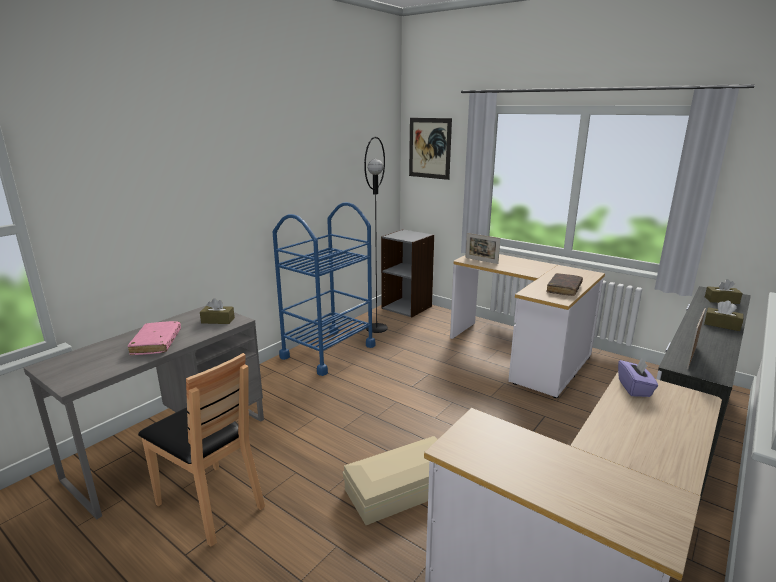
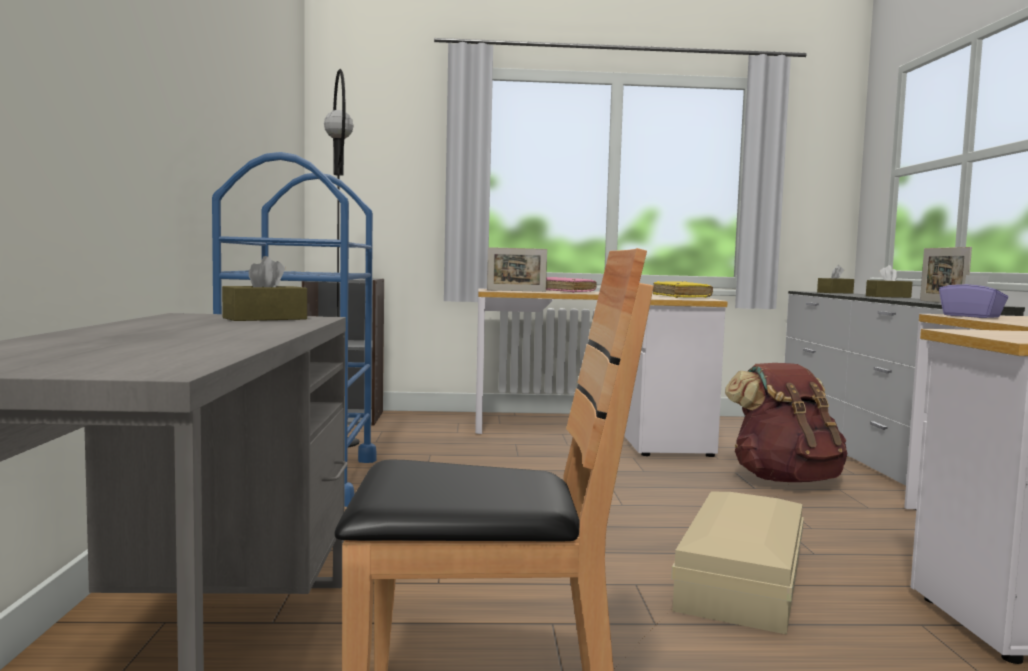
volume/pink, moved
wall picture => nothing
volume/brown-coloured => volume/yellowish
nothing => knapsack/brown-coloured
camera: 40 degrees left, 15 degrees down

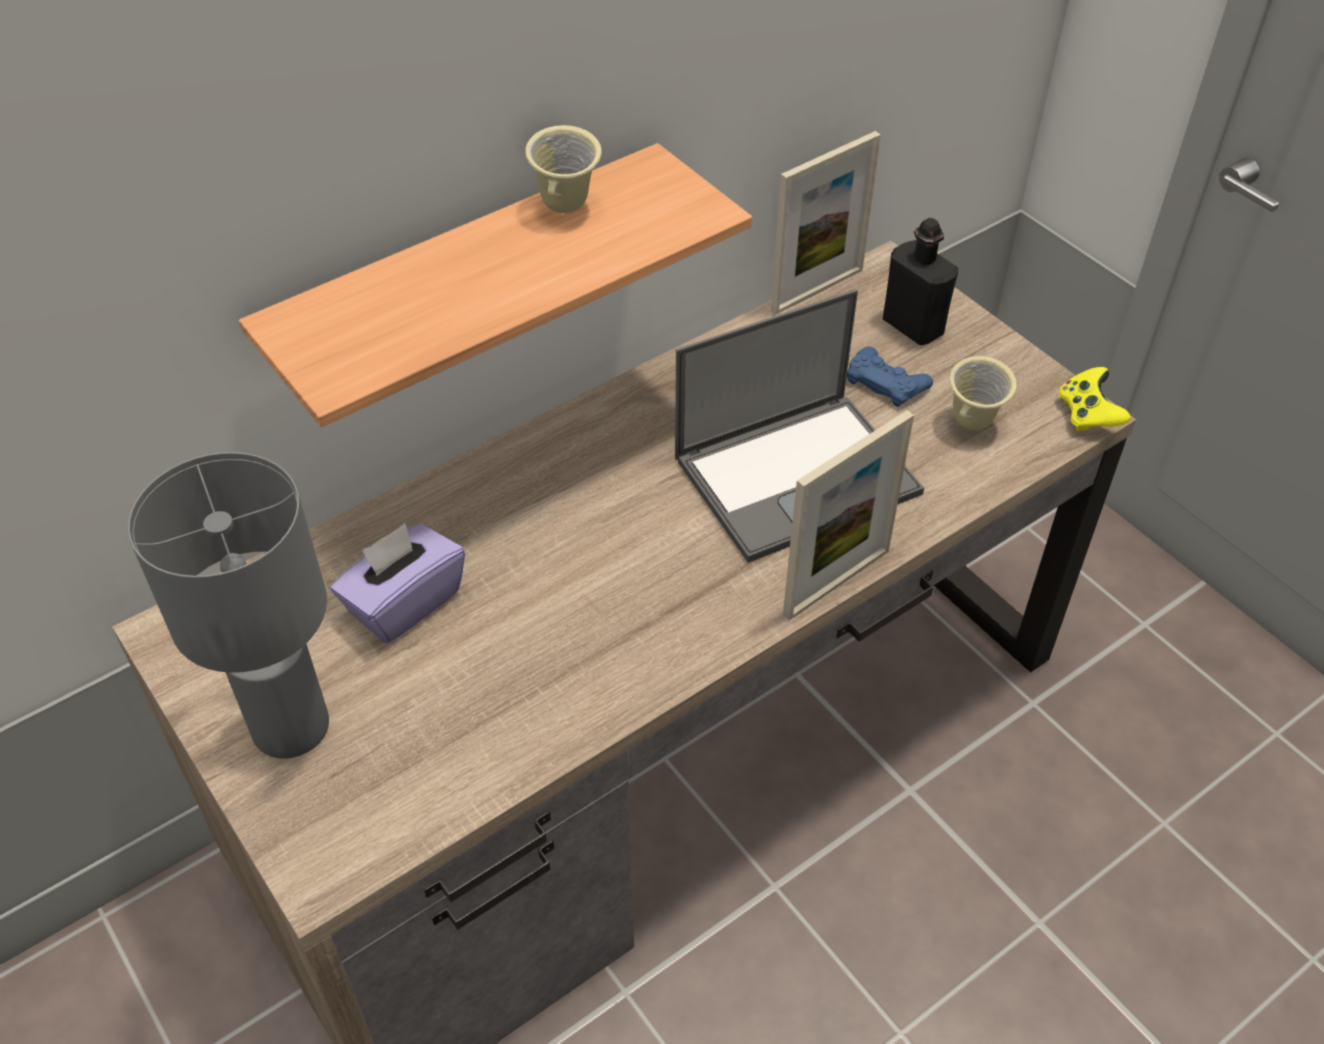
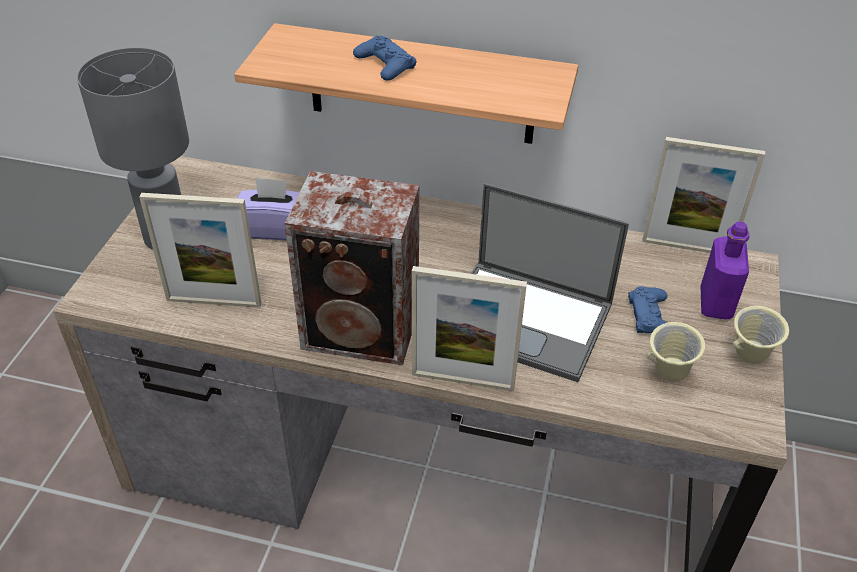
mug/beige-coloured (1st from left in the first image) => mug/beige-coloured (2nd from left), moved
beverage bottle/black => beverage bottle/purple-coloured
joypad/yellowish => nothing
nothing => photo frame (1st from left)
nothing => loudspeaker
nothing => joypad/blue-coloured (1st from left)
camera: 50 degrees right, 5 degrees down

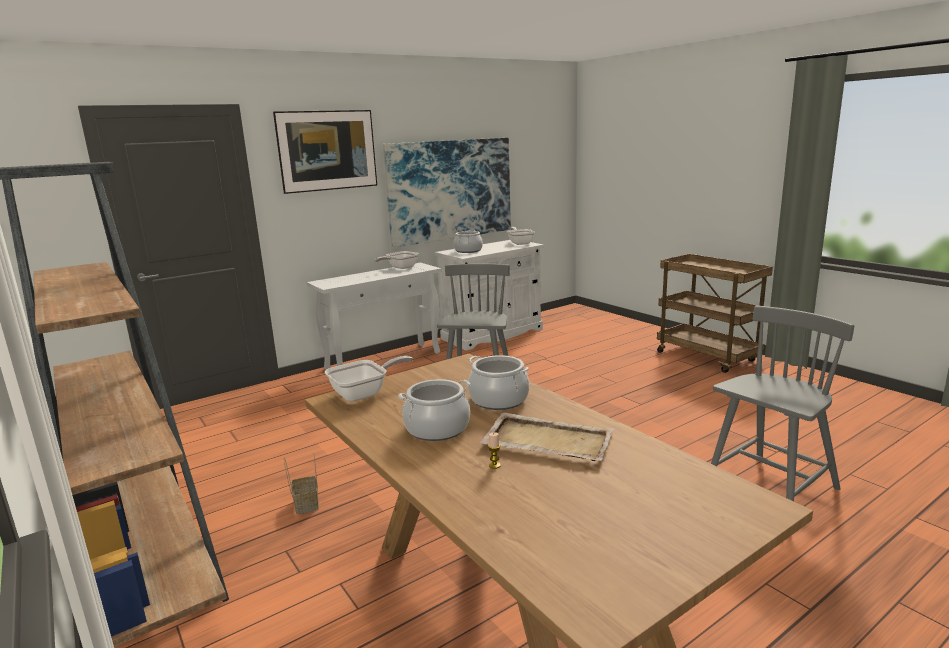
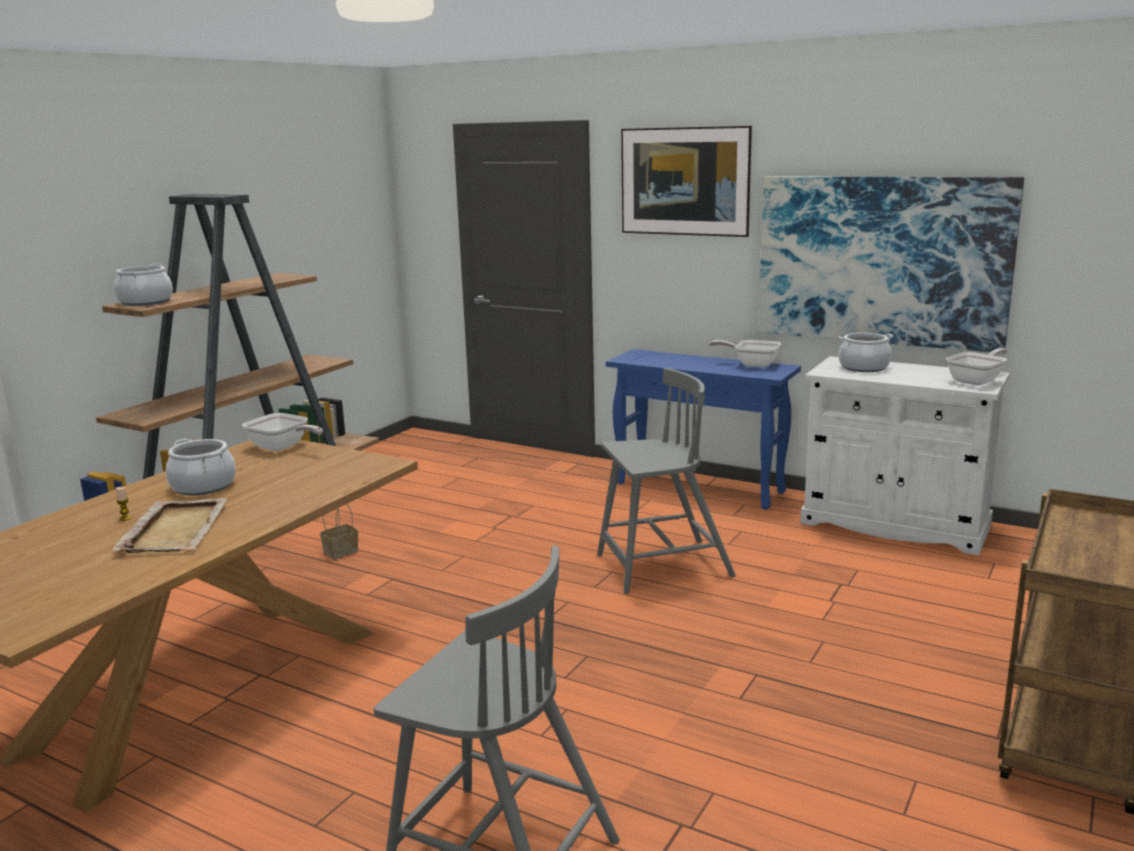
console table/white => console table/blue-coloured
cooking pot (3rd from left in the first image) => cooking pot (1st from left), moved
camera: 65 degrees right, 0 degrees up

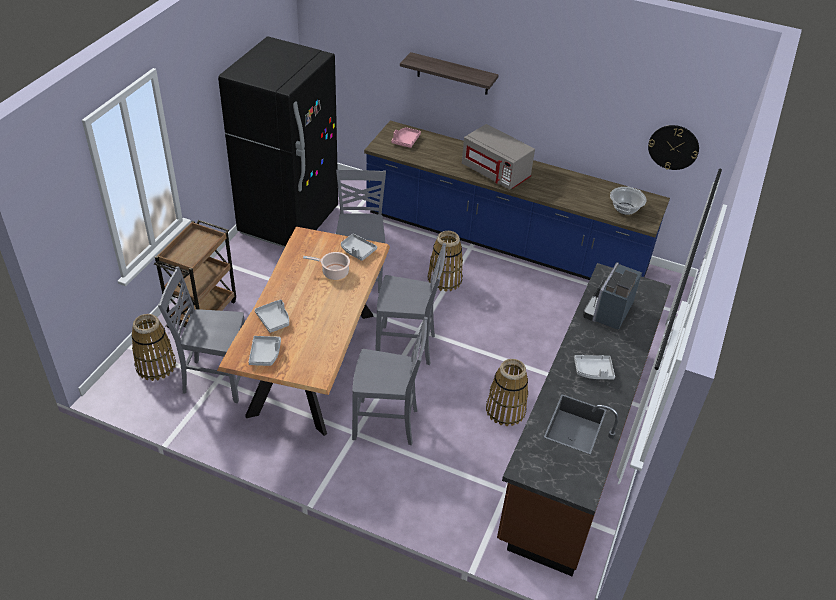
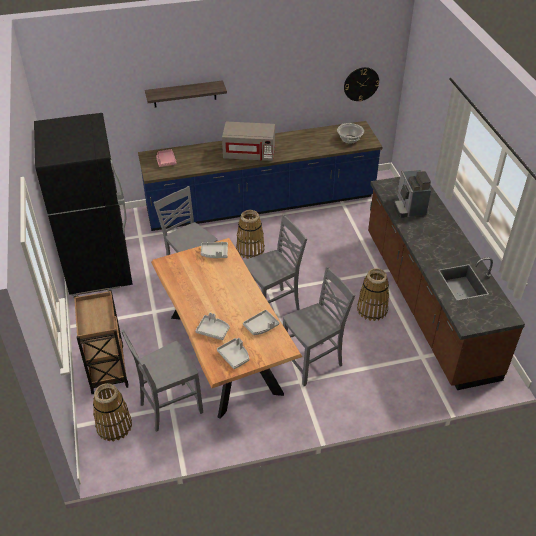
cooking pot (1st from left) => nothing
carrying tray/grey (4th from left), moved
camera: 35 degrees left, 0 degrees up

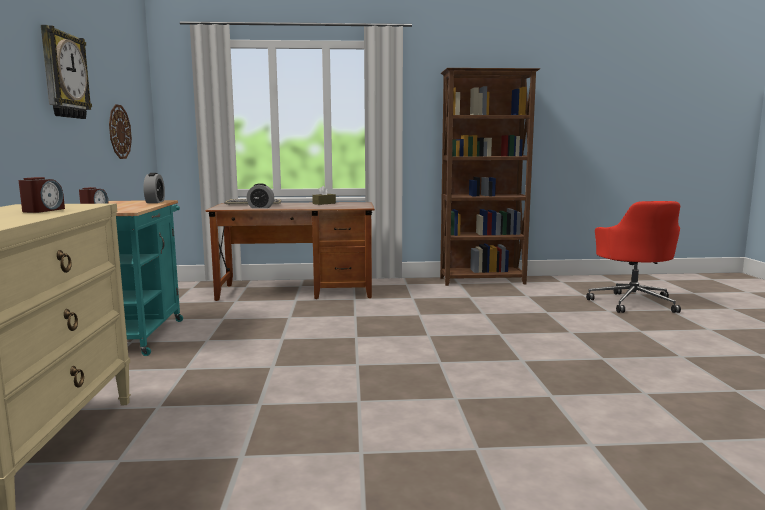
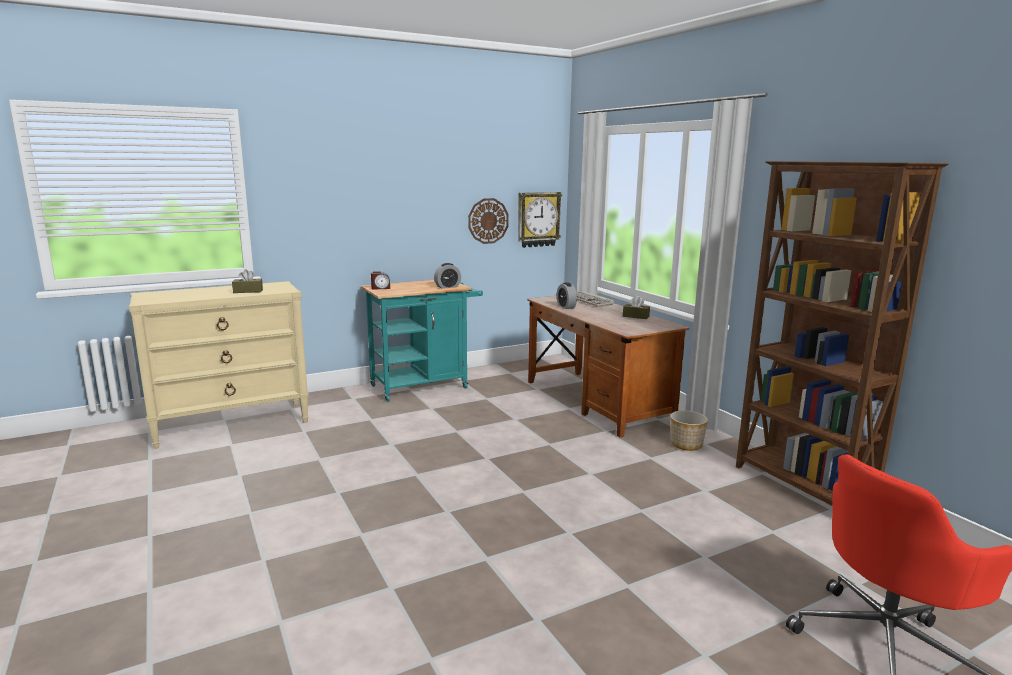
bedside clock (1st from left) => tissue box/brown-coloured (1st from left)
hanging clock (1st from left in the first image) => hanging clock (2nd from left), moved
nothing => planter
camera: 65 degrees right, 5 degrees up

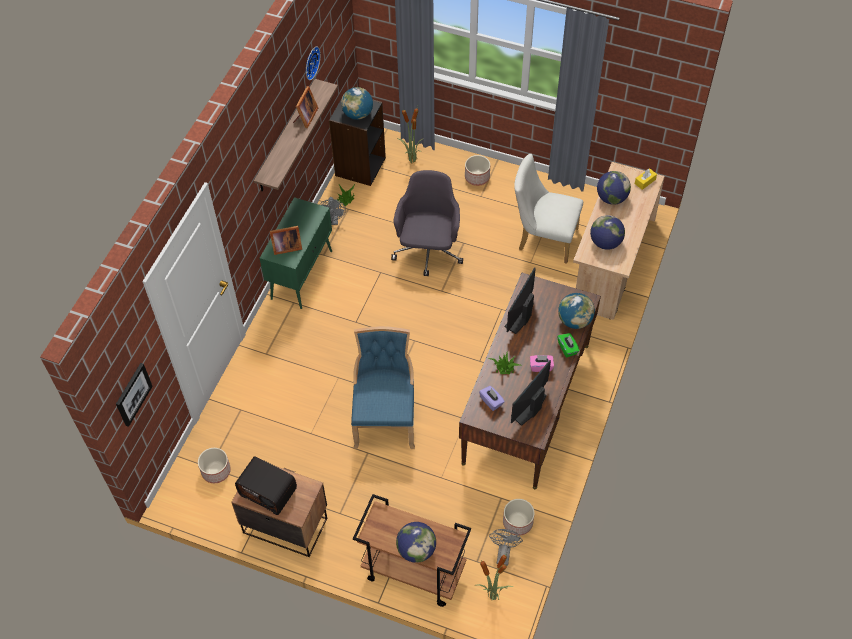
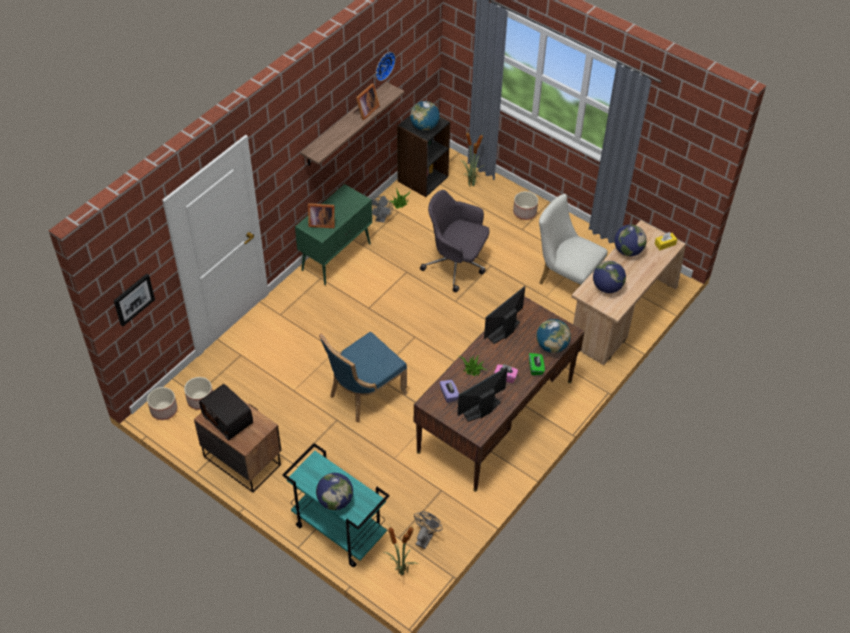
chair/blue-coloured, 150 degrees counterclockwise
trolley/brown-coloured => trolley/turquoise
computer chair/grey, 90 degrees counterclockwise
planter (3rd from left in the first image) => planter (1st from left), moved
camera: 15 degrees right, 5 degrees down

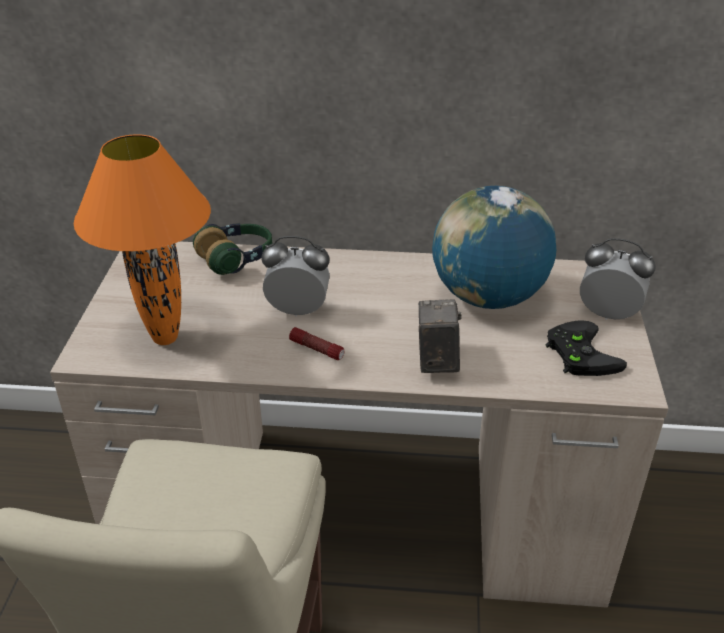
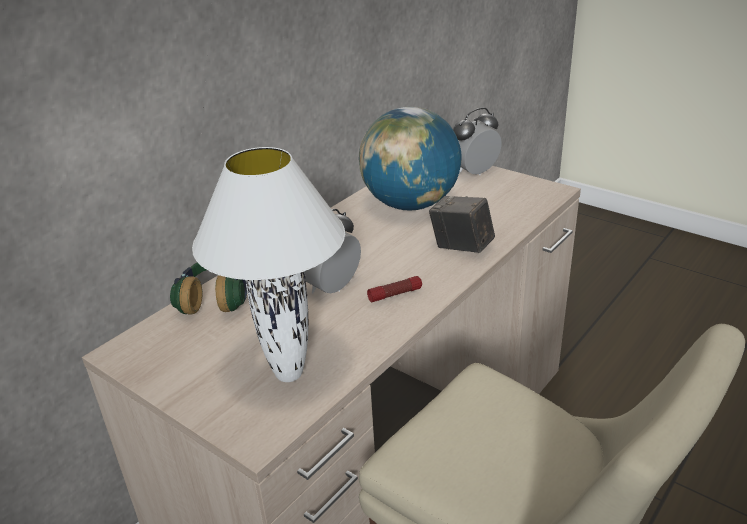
tabletop lamp/orangey => tabletop lamp/white
joypad/black => nothing
camera: 55 degrees left, 5 degrees down

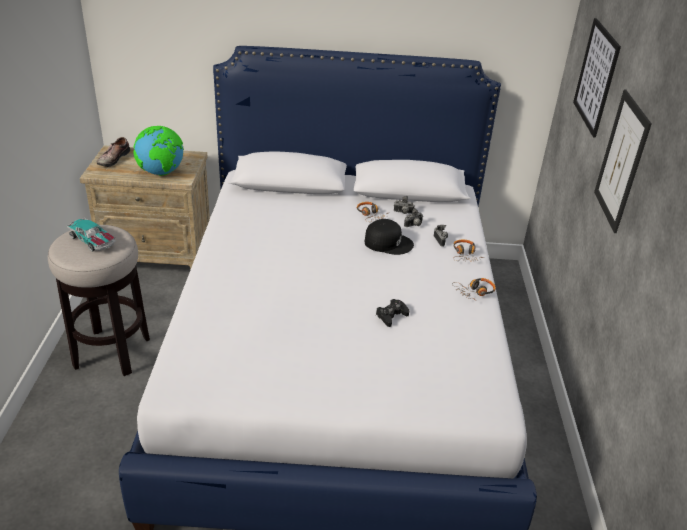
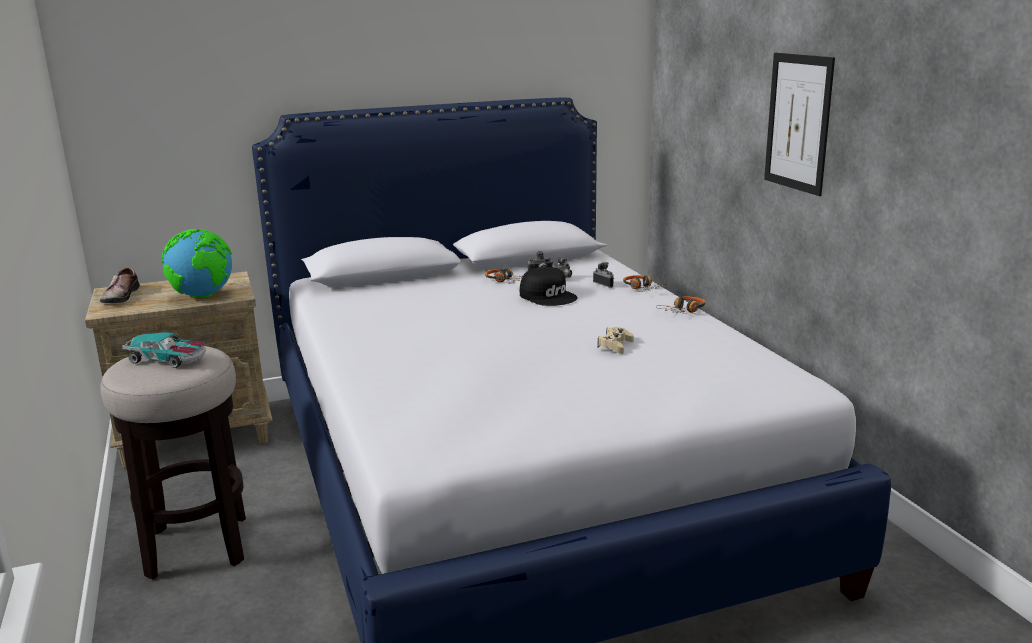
baseball cap/black, 60 degrees clockwise
joypad/black => joypad/beige-coloured
wall picture (1st from left) => nothing
camera: 20 degrees left, 15 degrees down

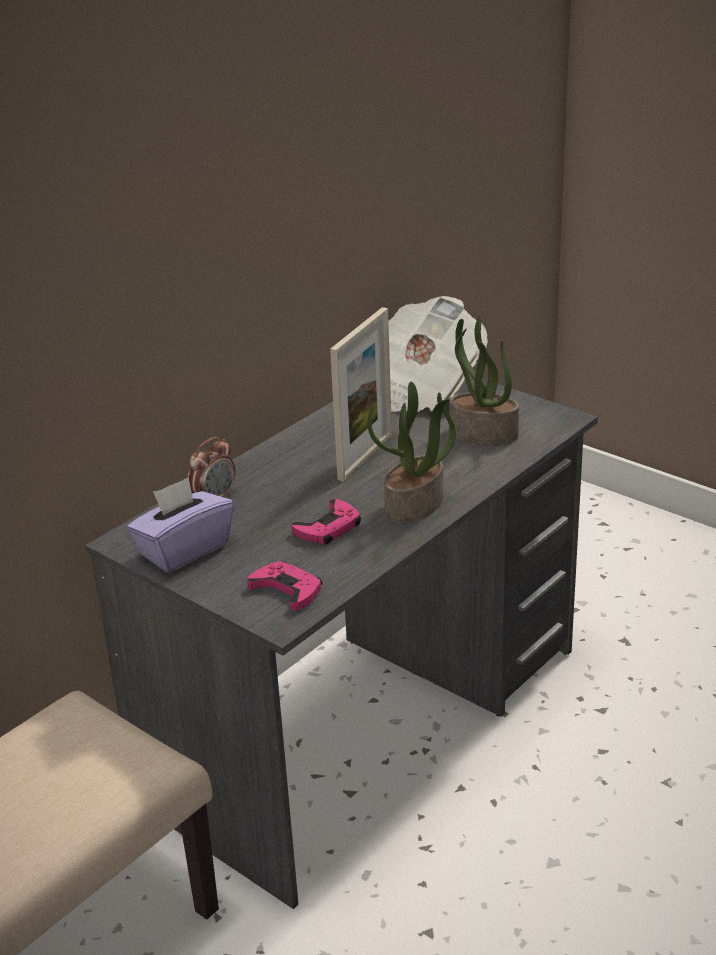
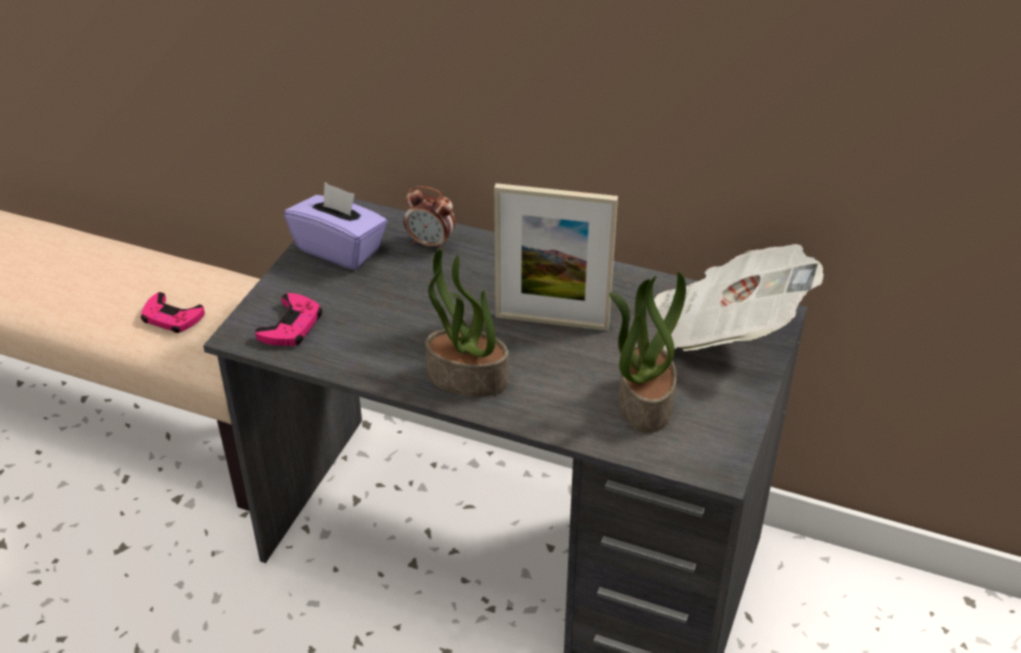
joypad/pink (2nd from left in the first image) => joypad/pink (1st from left), moved
camera: 70 degrees right, 10 degrees up

